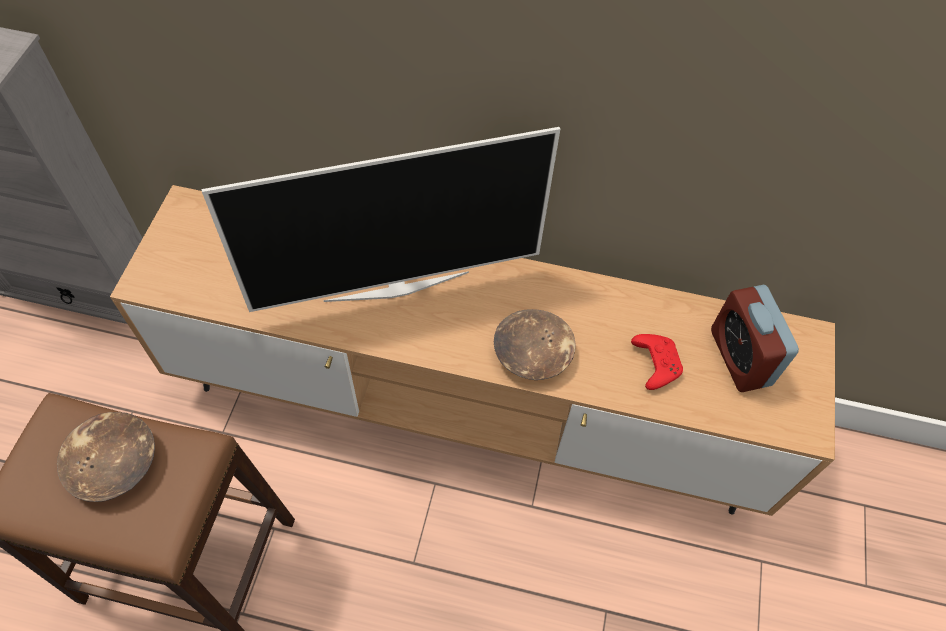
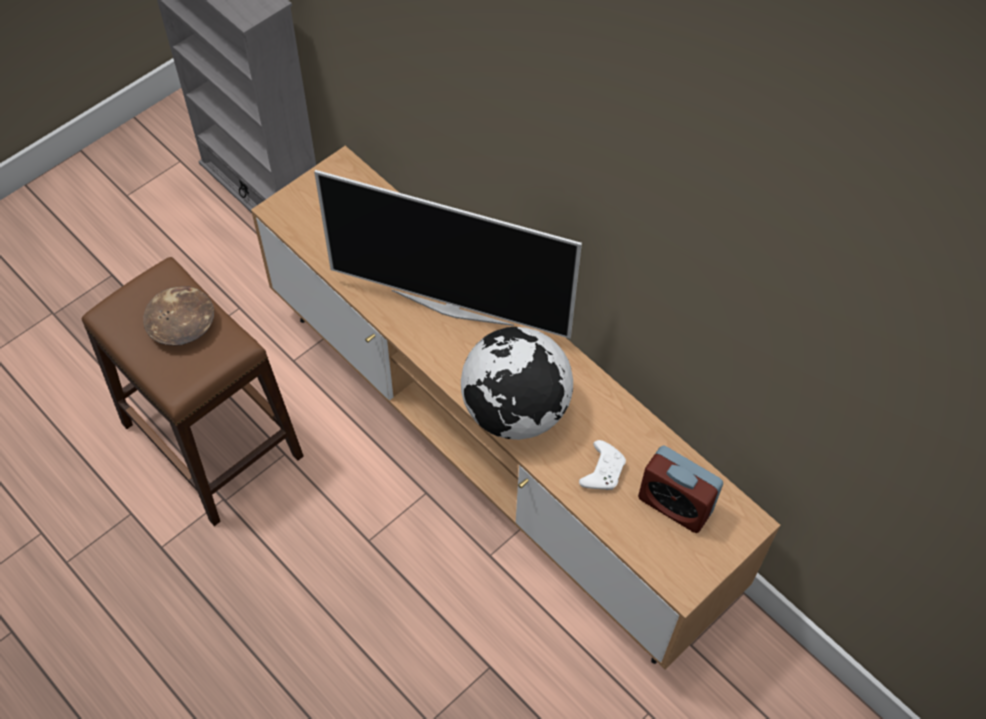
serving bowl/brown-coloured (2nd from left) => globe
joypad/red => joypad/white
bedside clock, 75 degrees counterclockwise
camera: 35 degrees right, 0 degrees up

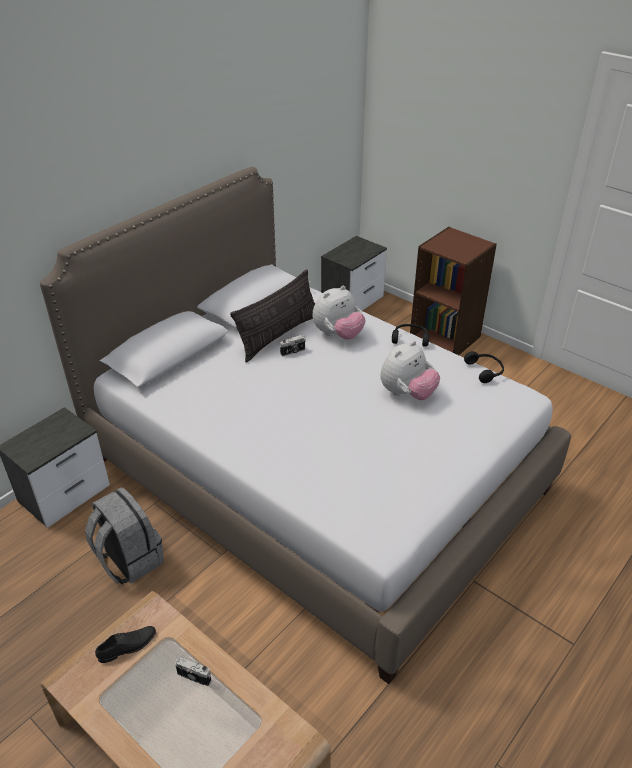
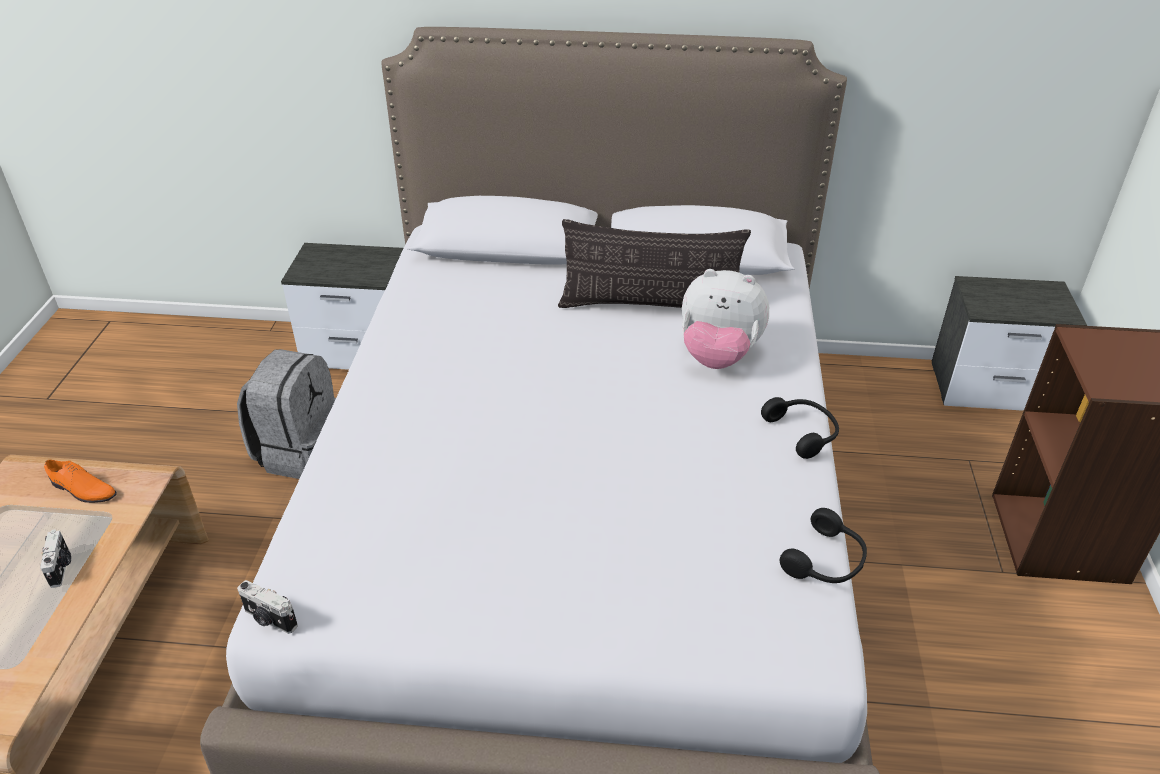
low shoe/black => low shoe/orangey
still camera (2nd from left), moved
plush toy (2nd from left) => nothing
camera: 55 degrees right, 0 degrees up

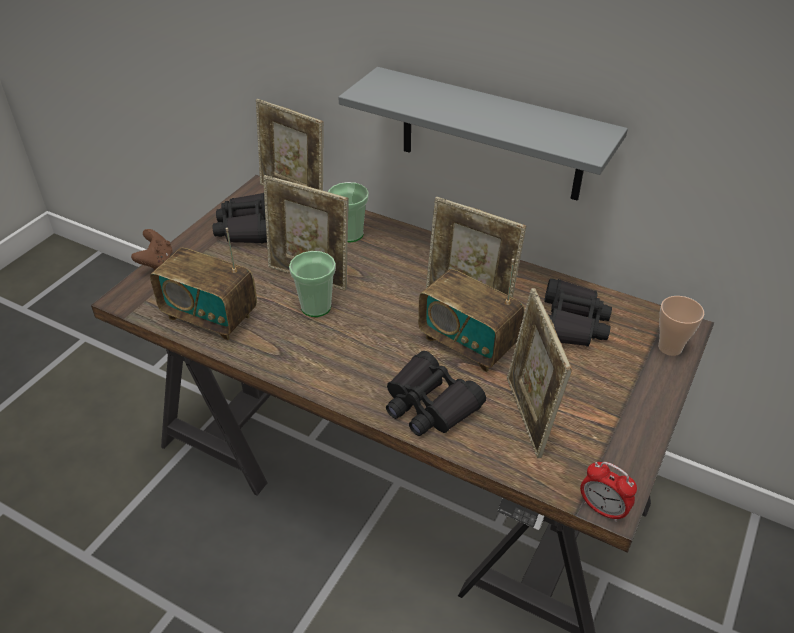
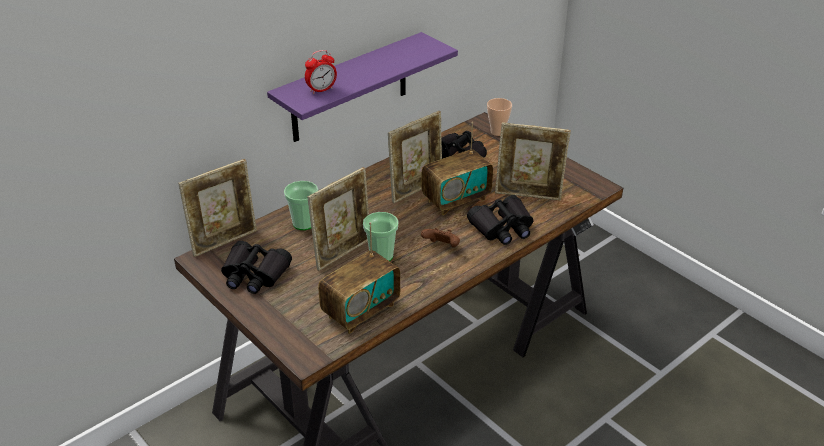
joypad/brown-coloured, moved
wall shelf/grey => wall shelf/purple-coloured
bedside clock, moved
camera: 70 degrees left, 5 degrees down

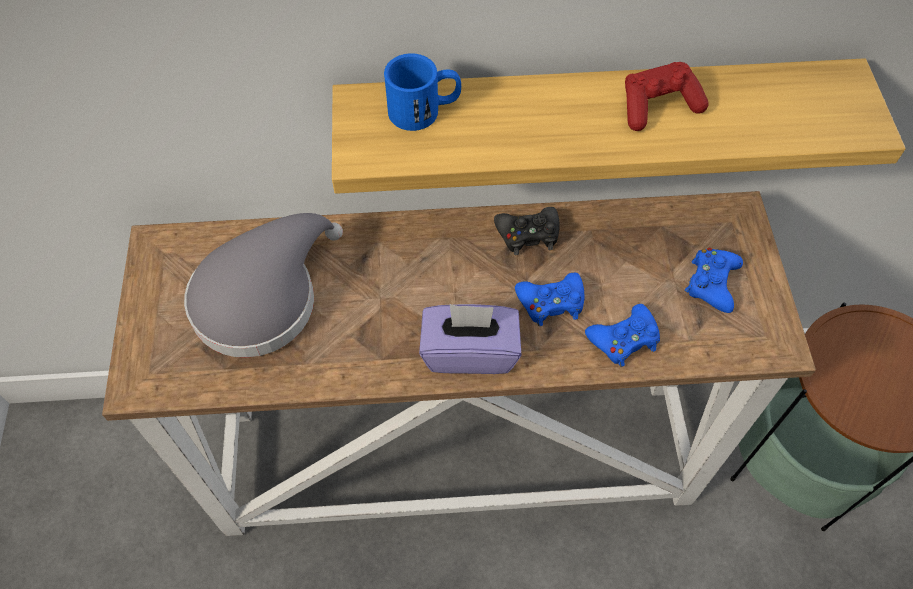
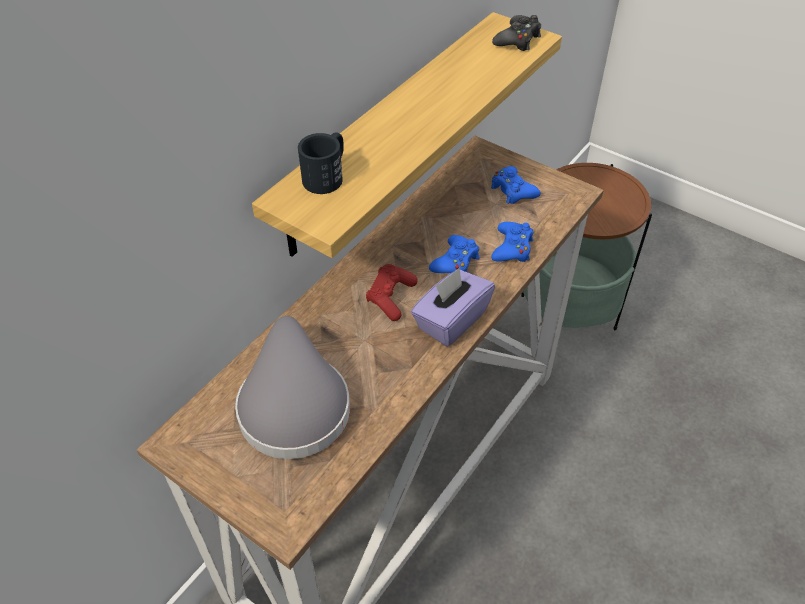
mug/blue-coloured => mug/black
joypad/black, moved
joypad/red, moved
camera: 50 degrees left, 10 degrees down

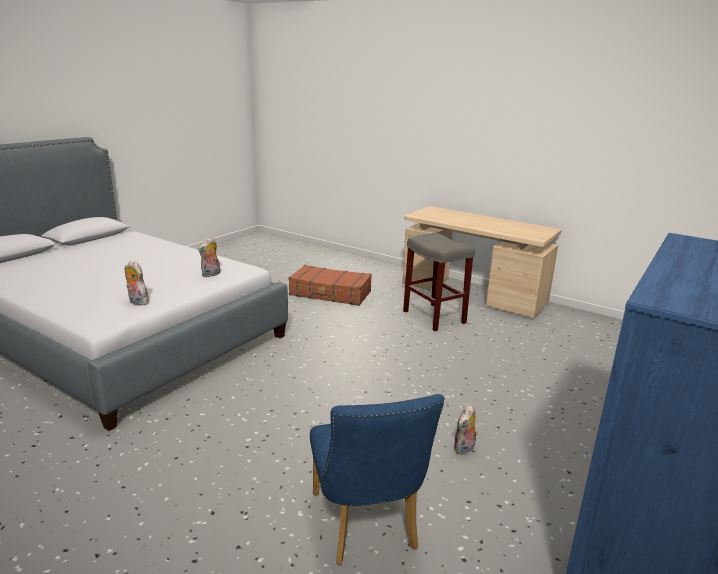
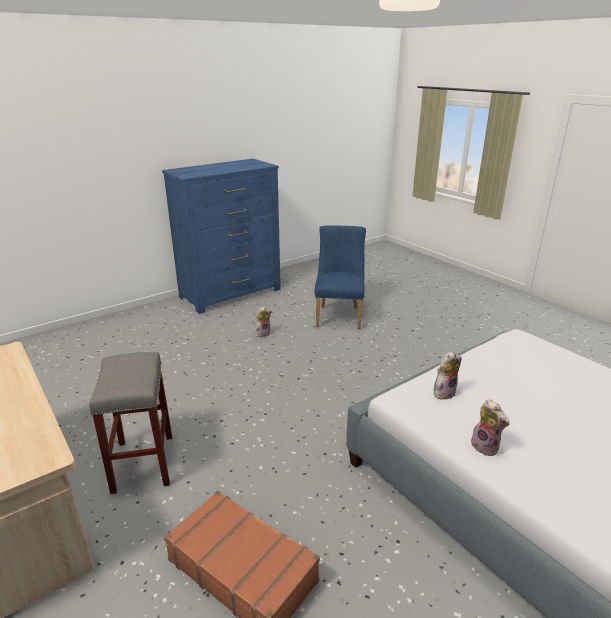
plush toy (1st from left in the first image) => plush toy (3rd from left), moved
camera: 160 degrees left, 5 degrees up

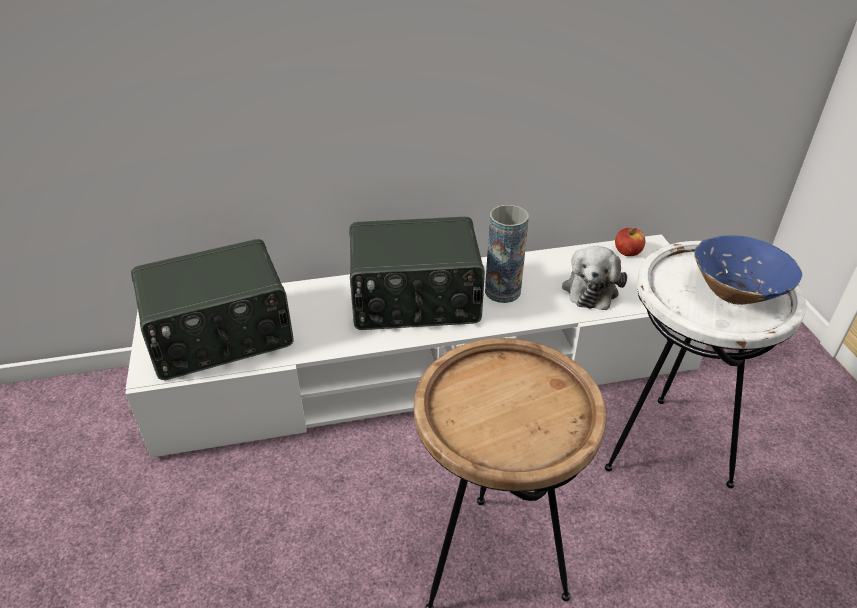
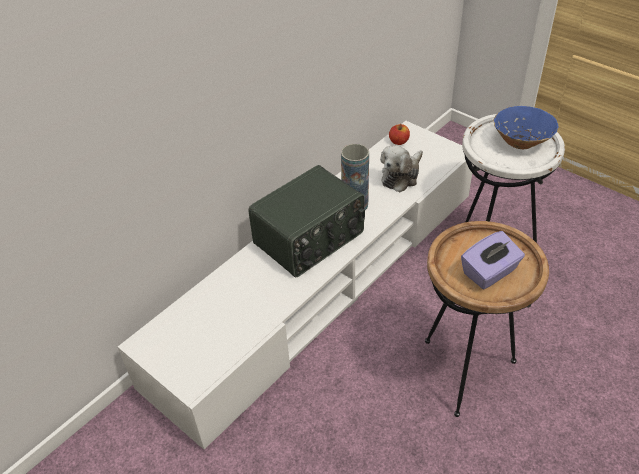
radio (1st from left) => nothing
plush toy, 60 degrees clockwise
nothing => tissue box/purple-coloured
camera: 35 degrees left, 5 degrees up

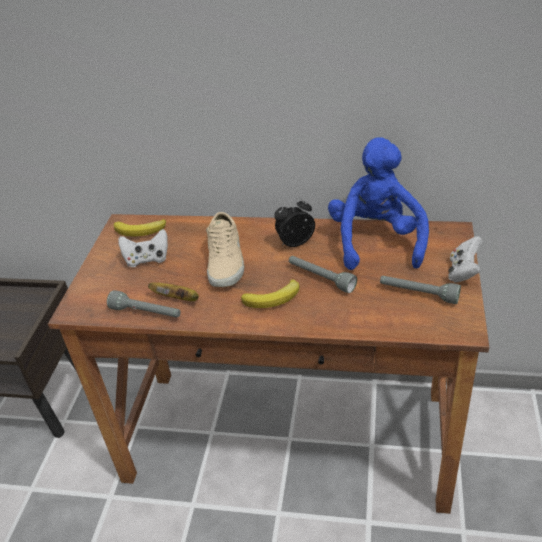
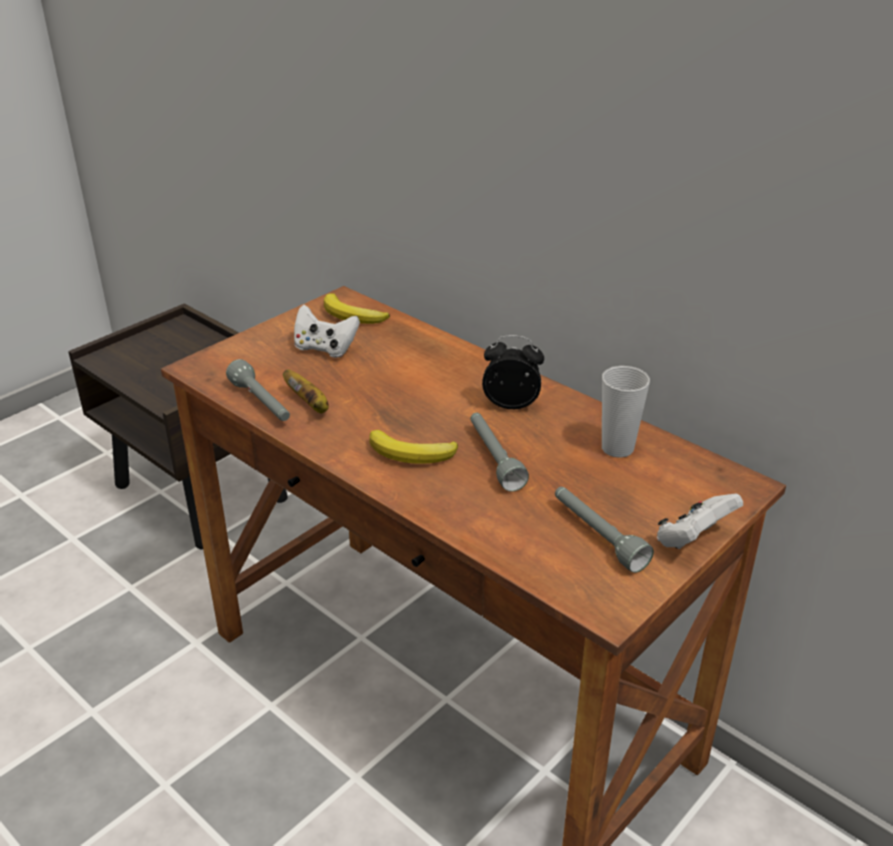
low shoe/beige-coloured => nothing
plush toy/blue-coloured => cup
camera: 30 degrees right, 5 degrees down

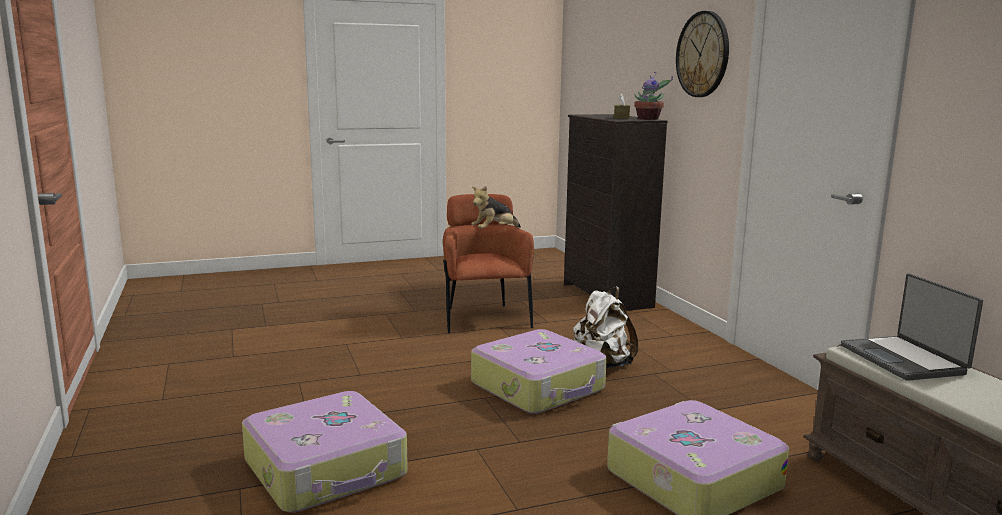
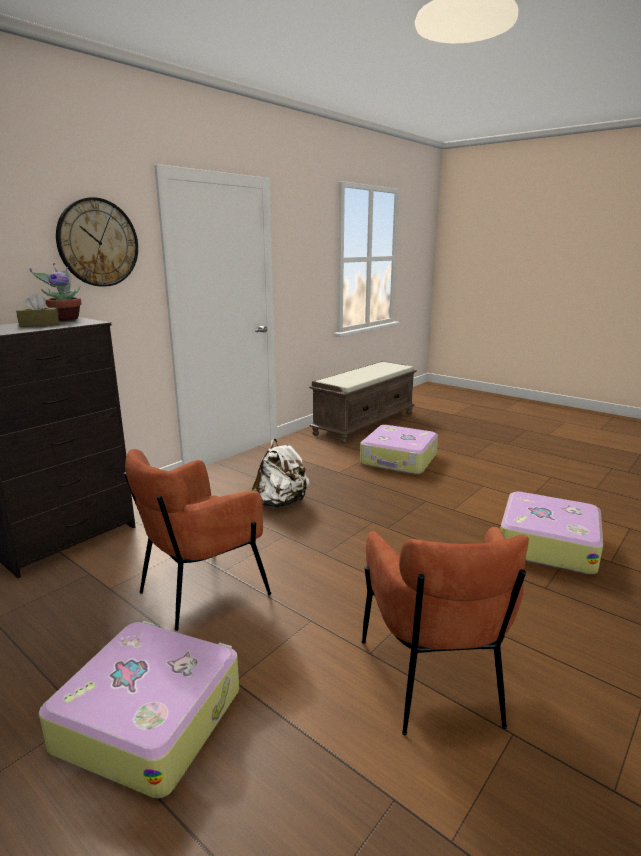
plush toy => nothing
suitcase (2nd from left in the first image) => suitcase (1st from left), moved
portable computer => nothing
nothing => easy chair/brown-coloured (2nd from left)
camera: 120 degrees left, 5 degrees up

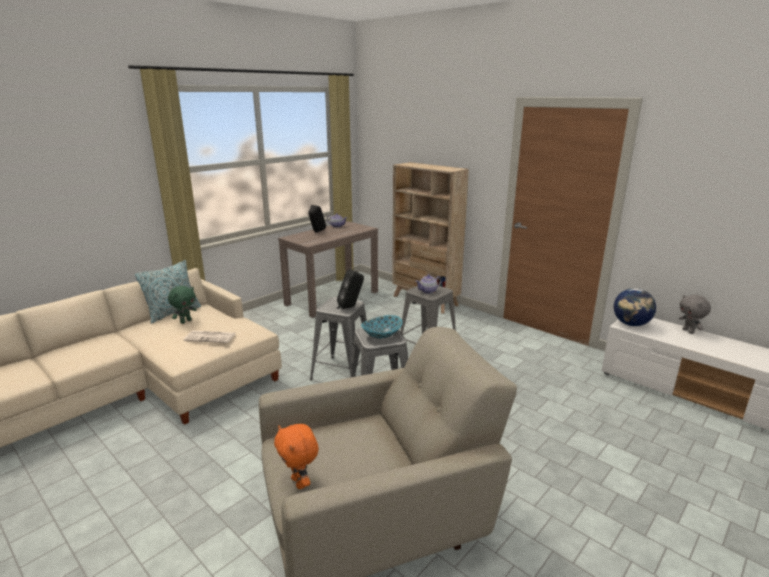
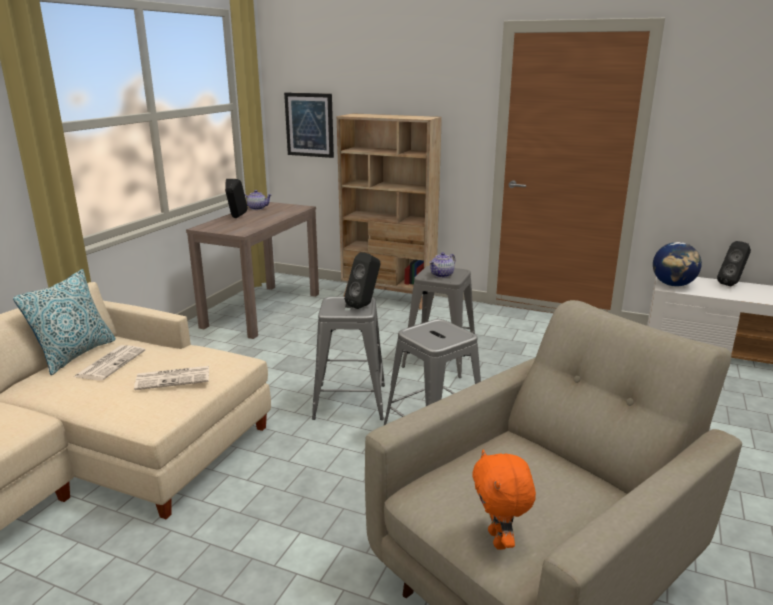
plush toy/green-coloured => printed paper (1st from left)
plush toy/orangey, 45 degrees clockwise
serving bowl => nothing
plush toy/grey => loudspeaker/black (3rd from left)
nothing => wall picture
camera: 20 degrees left, 0 degrees up

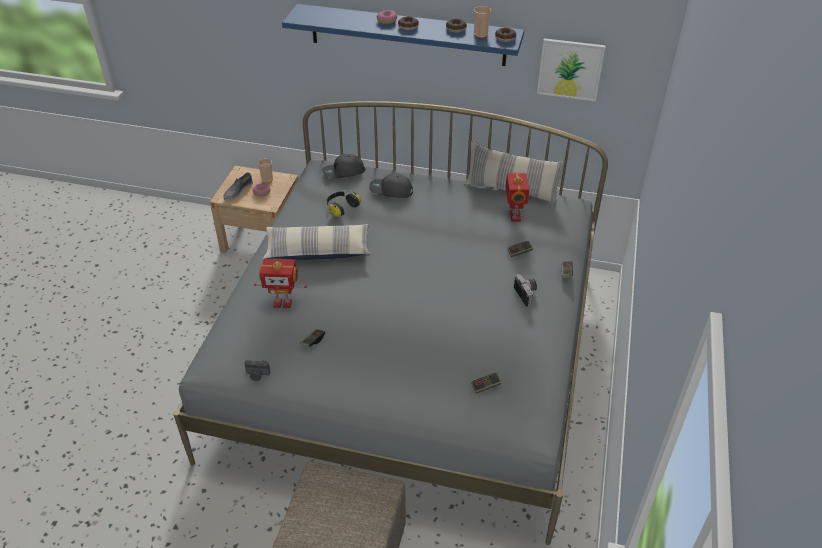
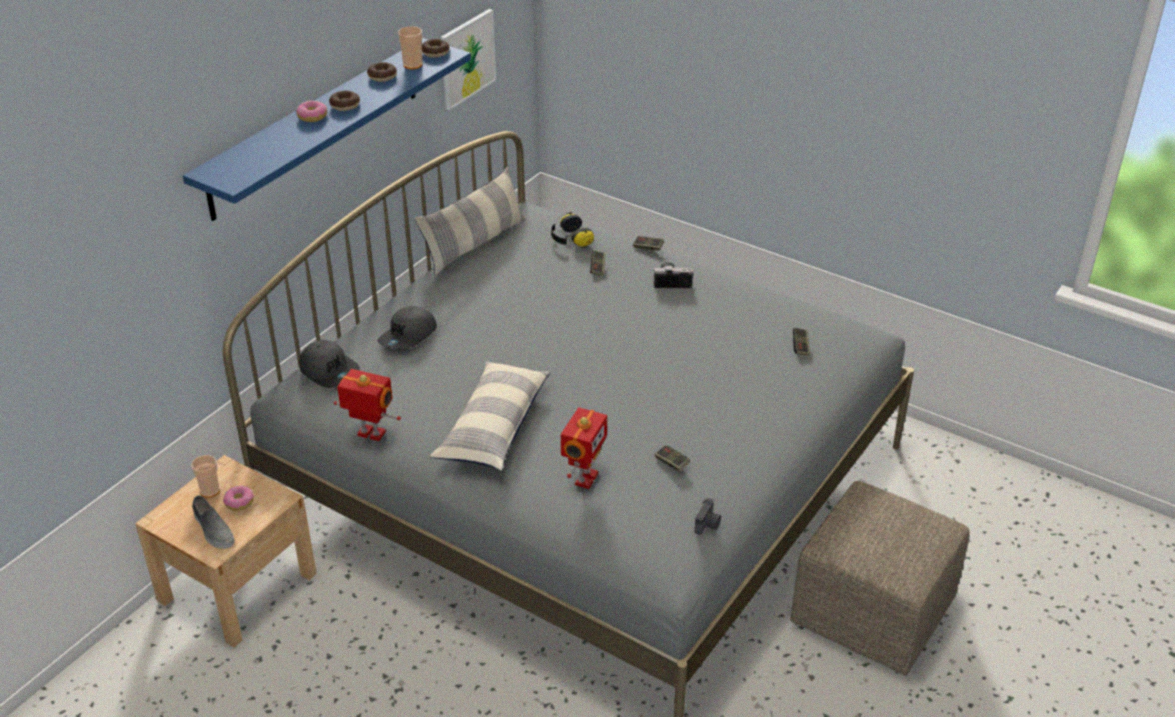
baseball cap/grey (1st from left), 45 degrees counterclockwise
headset, moved
model robot (2nd from left in the first image) => model robot (1st from left), moved
camera: 70 degrees left, 5 degrees down

